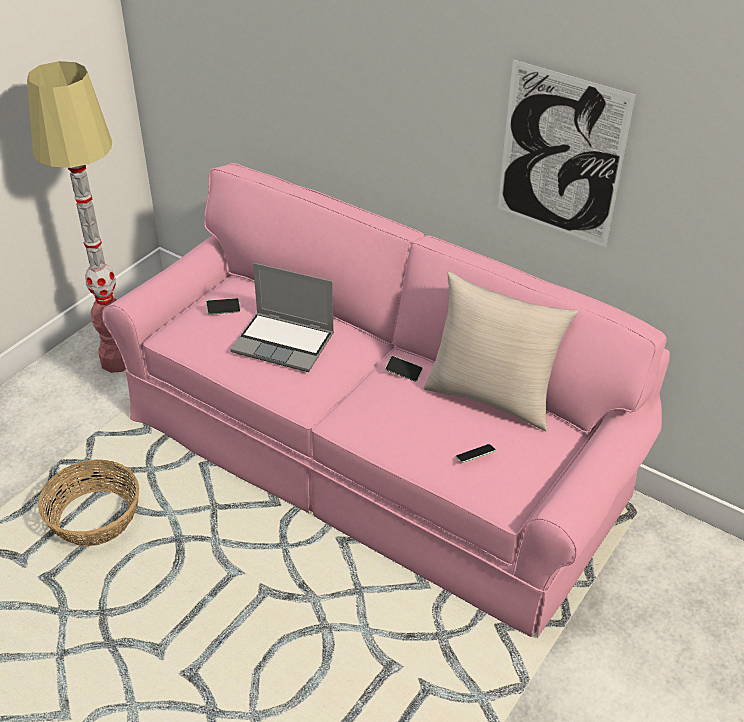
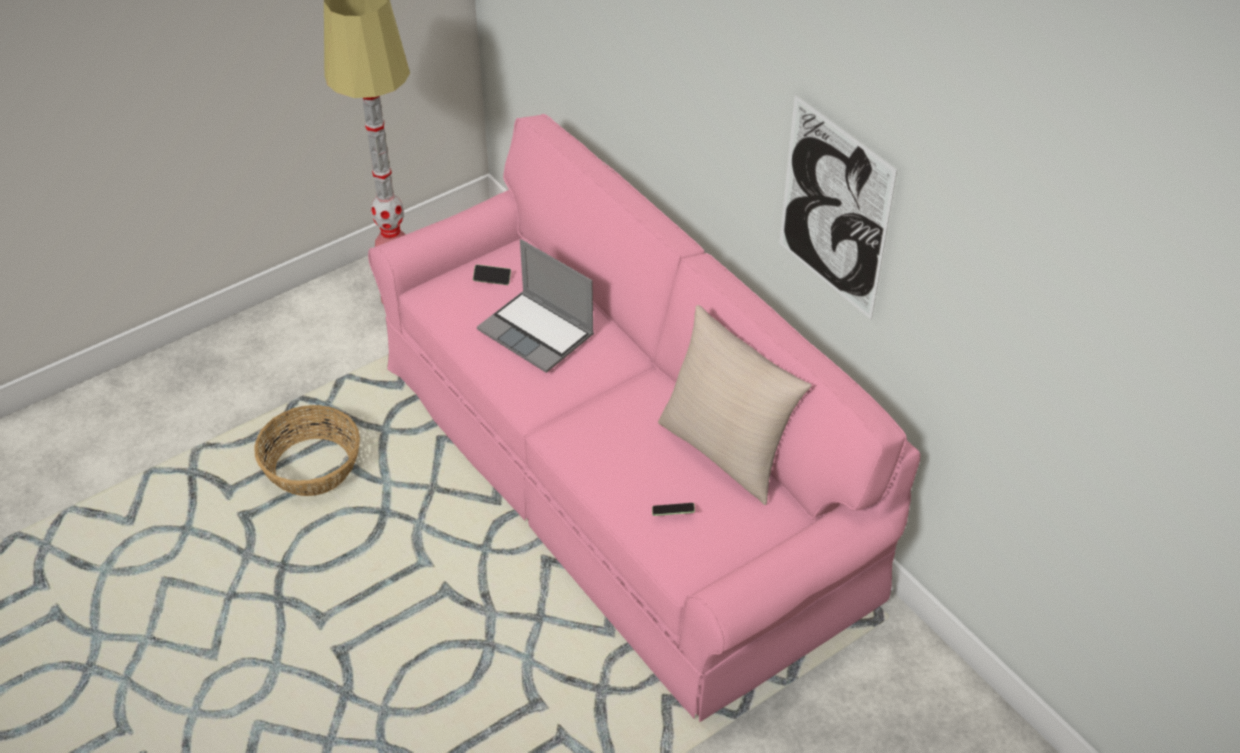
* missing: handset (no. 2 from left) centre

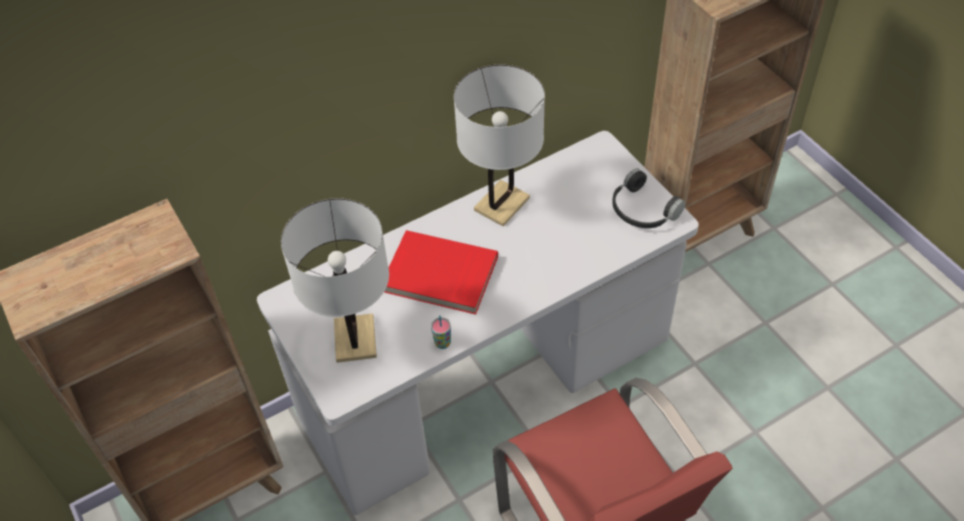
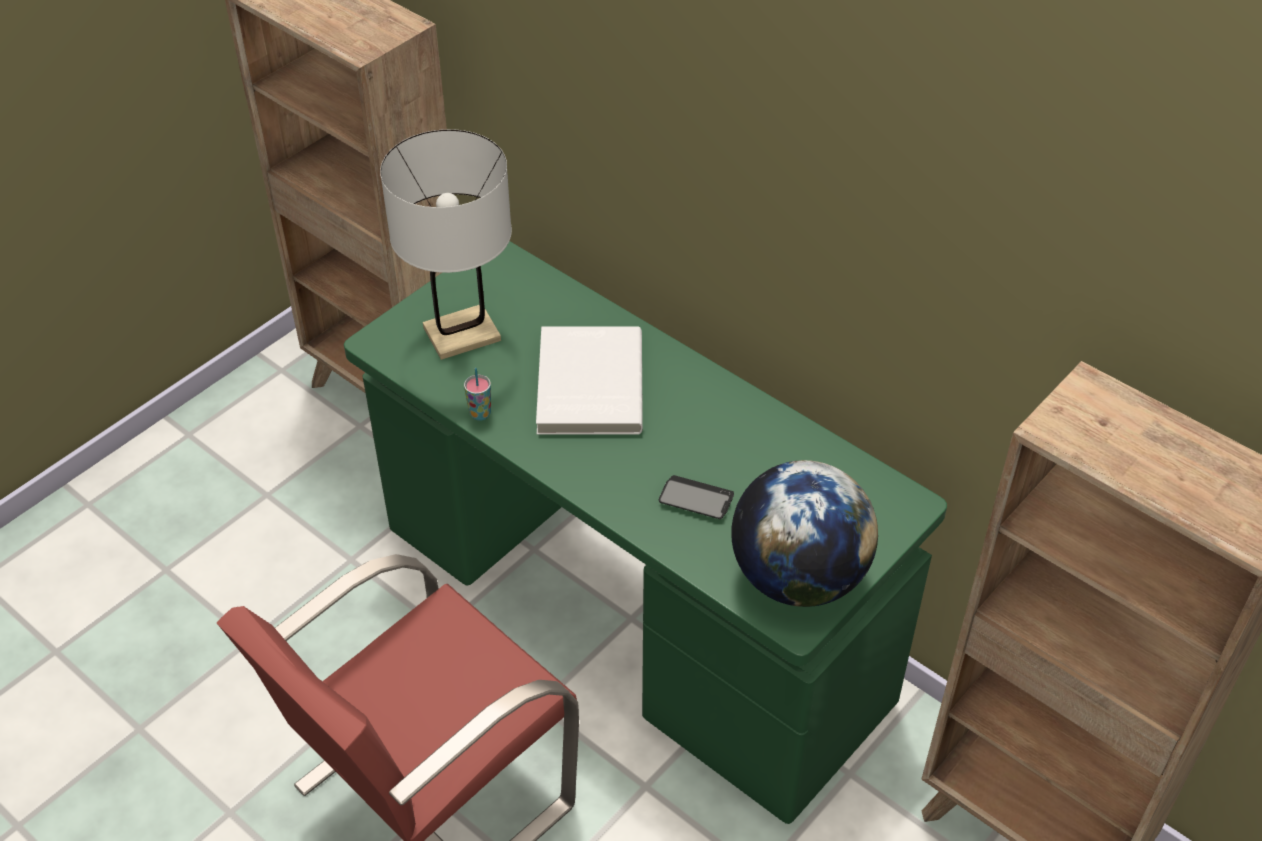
* missing: whitish tabletop lamp (no. 2 from left) top centre
* appeared: handset centre
* exchanged: black-coloured headphones middle right to world globe centre
* colour: whitish desk centre to green-coloured desk centre
* colour: reddish volume centre to whitish volume centre

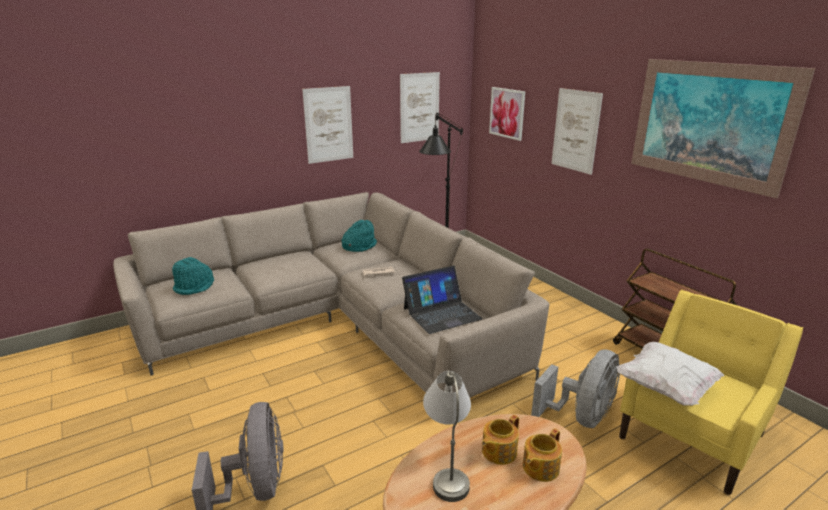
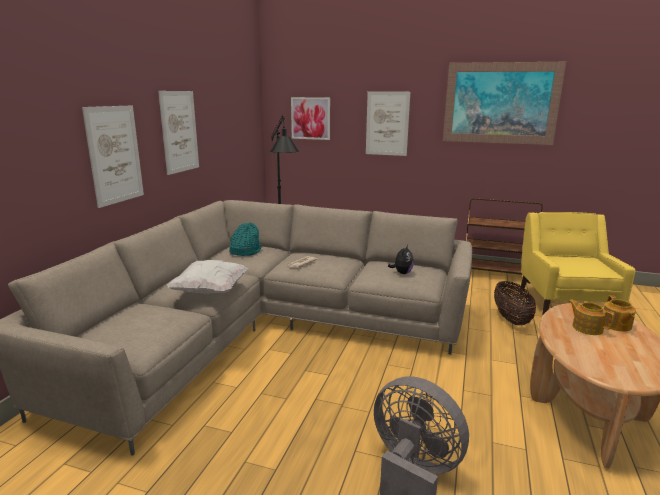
* missing: turquoise-coloured hat (no. 1 from left) middle left
* missing: grey tabletop lamp bottom centre
* relocated: picture (no. 2 from left in the first image) top centre to picture (no. 1 from left) top left
* relocated: whitish throw pillow bottom right to middle left
* exchanged: portable computer centre to plush toy centre
* exchanged: grey electric fan (no. 2 from left) bottom right to basket middle right
* spun: tea pot (no. 1 from left) bottom centre = middle right 135 degrees clockwise

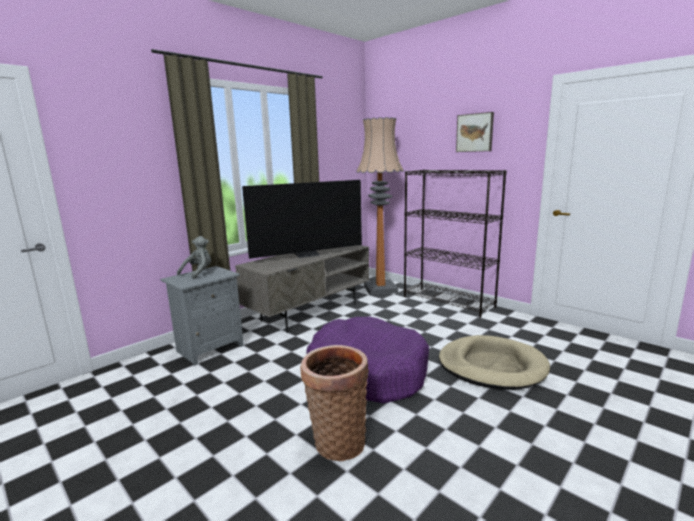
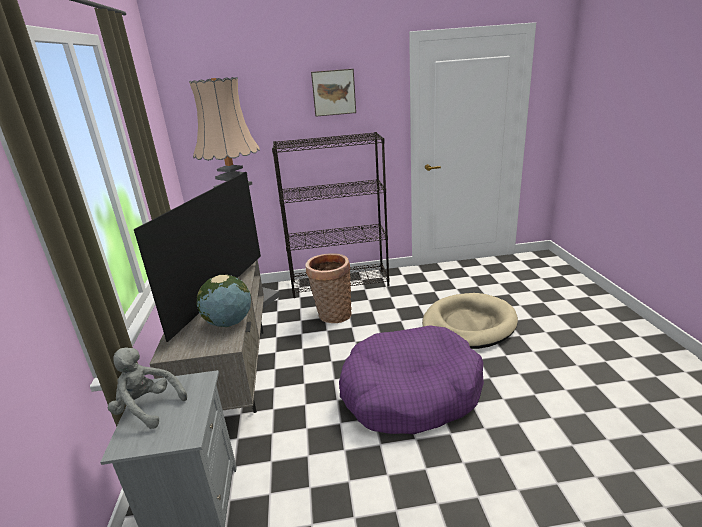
* appeared: world globe middle left
* relocated: basket bottom centre to centre
* spun: grey plush toy middle left = bottom left 45 degrees counterclockwise

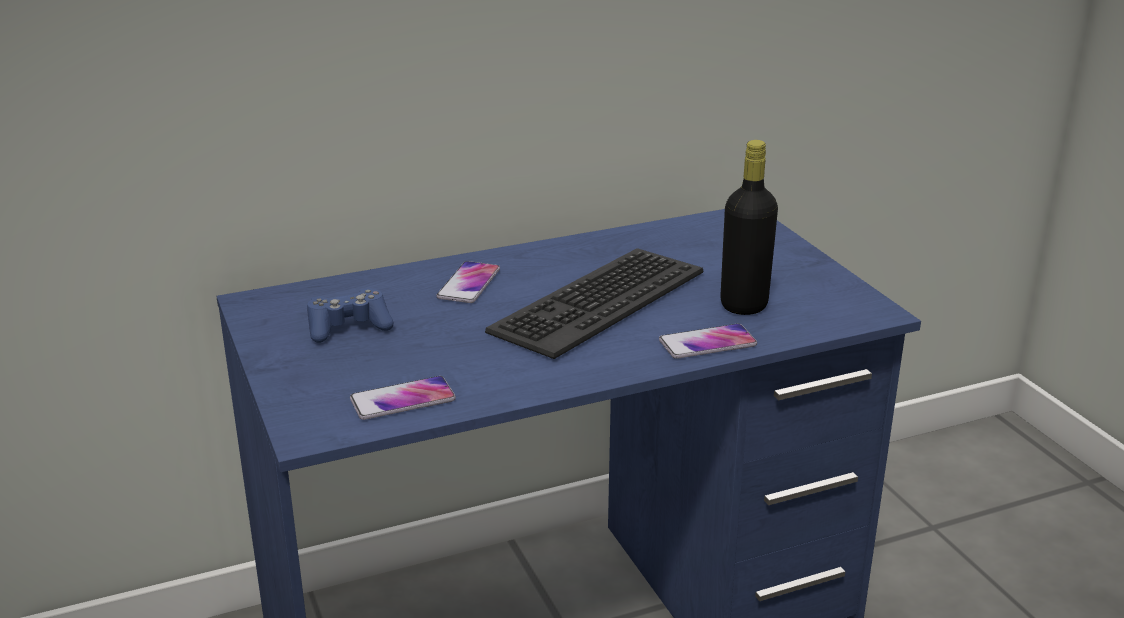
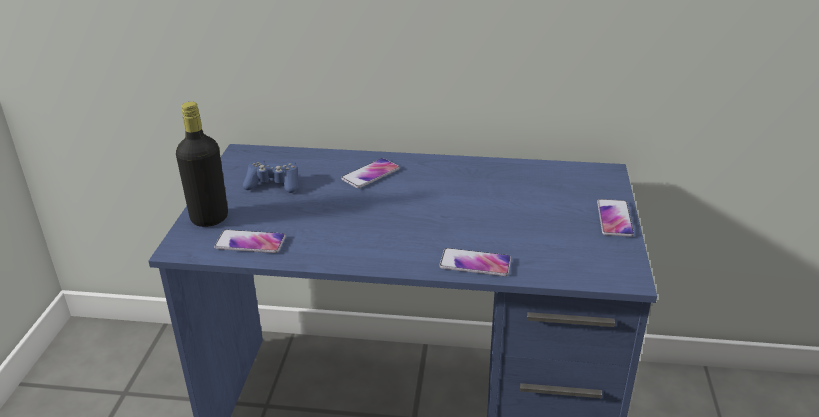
* missing: keyboard centre
* appeared: handset (no. 4 from left) middle right
* relocated: black-coloured drink bottle centre to middle left

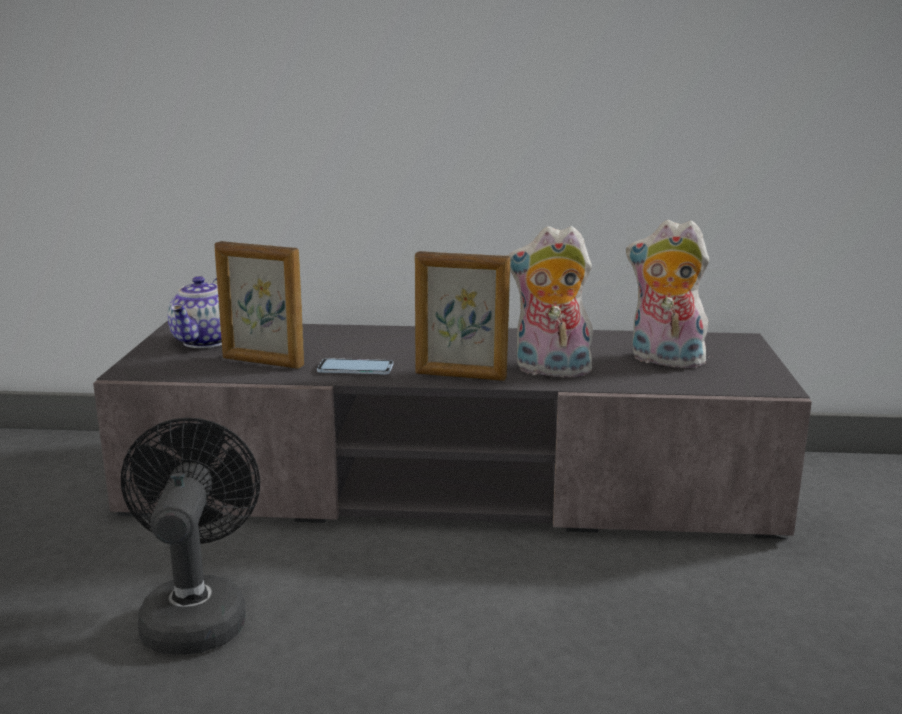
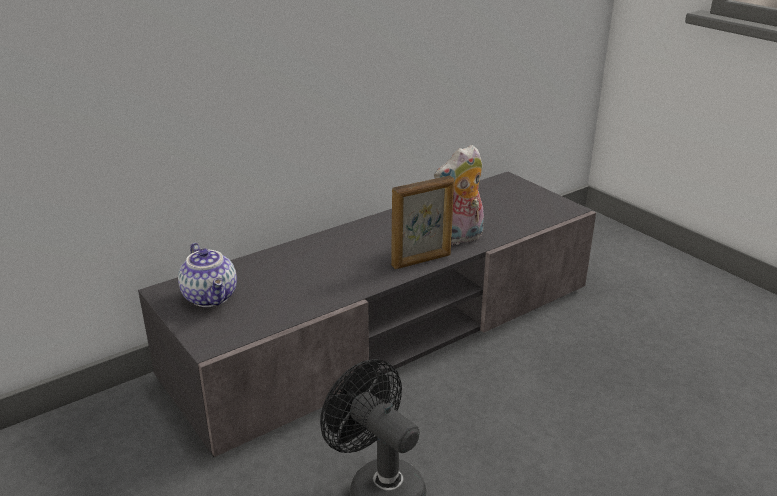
* missing: photo frame (no. 1 from left) middle left
* missing: handset centre
* missing: plush toy (no. 2 from left) middle right

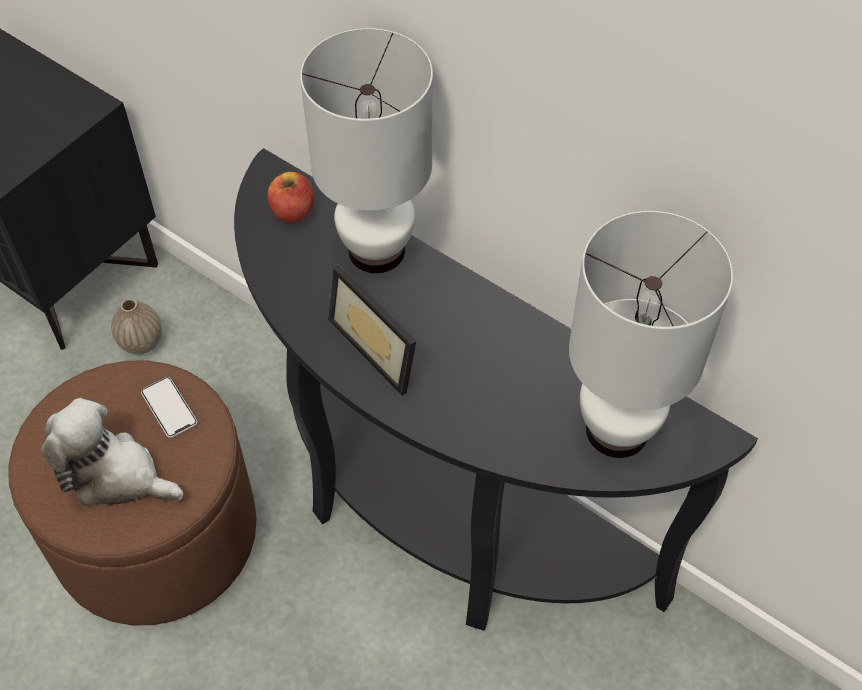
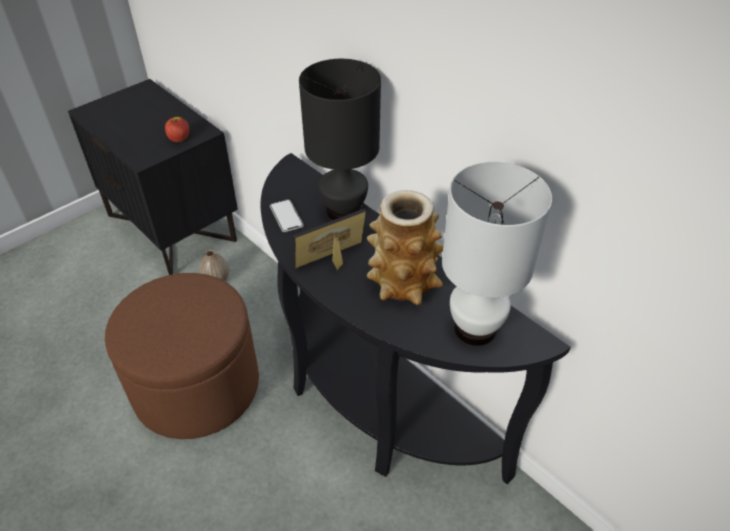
* missing: plush toy middle left
* appeared: flower vase (no. 2 from left) centre
* relocated: handset middle left to centre
* relocated: apple top centre to top left
* colour: whitish tabletop lamp (no. 1 from left) top centre to black-coloured tabletop lamp top centre
* spun: photo frame centre = centre 90 degrees clockwise

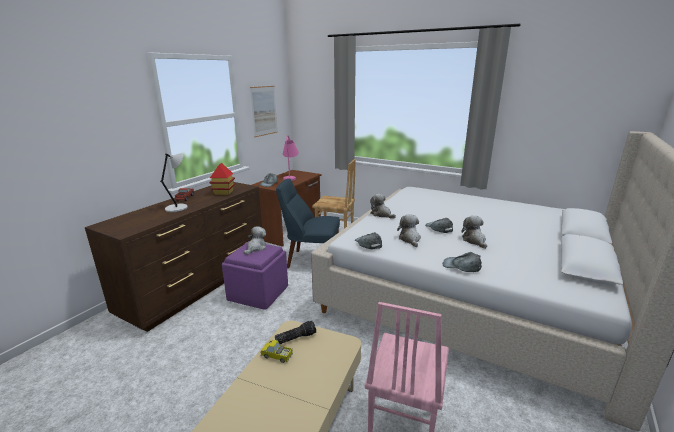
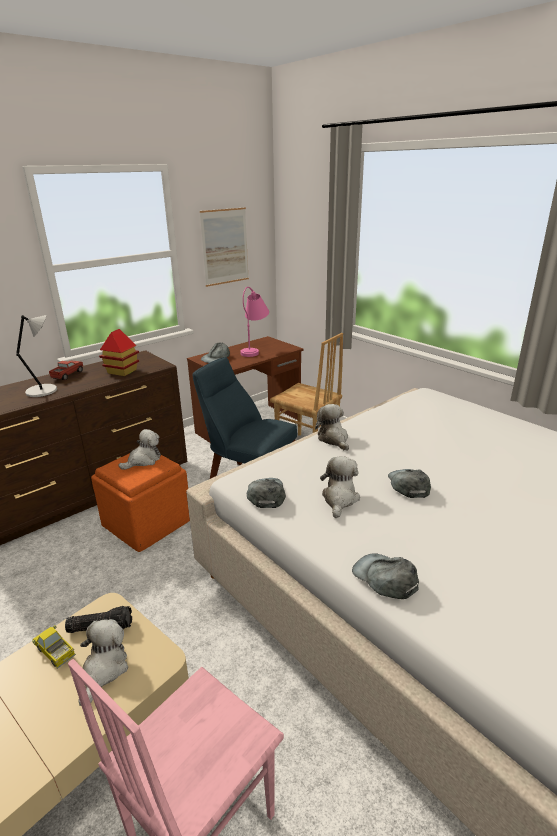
* relocated: plush toy (no. 4 from left in the first image) middle right to plush toy (no. 1 from left) bottom left
* colour: purple footrest centre to orange footrest middle left

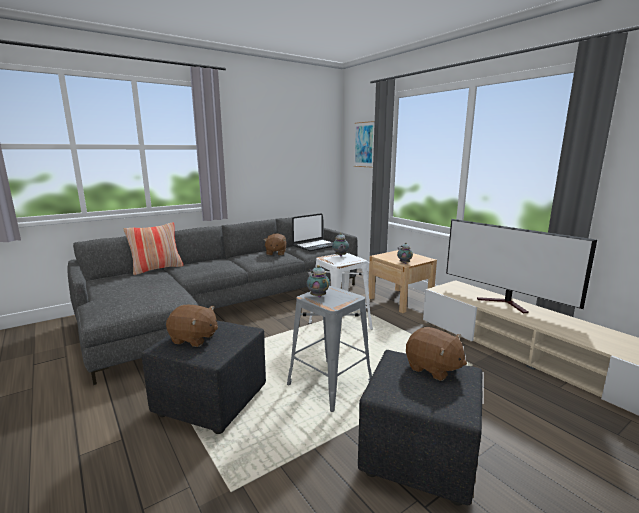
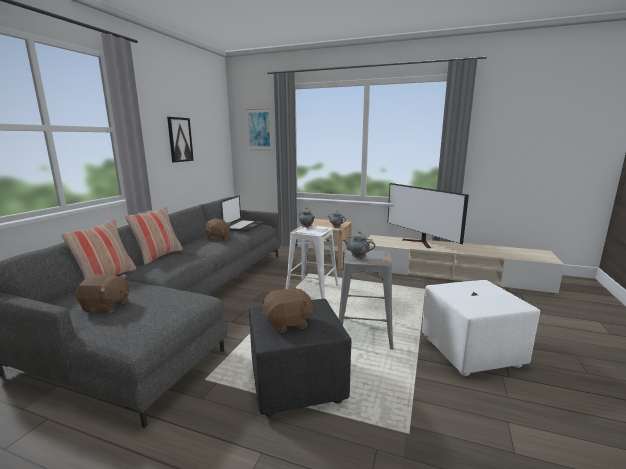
* appeared: throw pillow (no. 2 from left) middle left
* appeared: picture (no. 1 from left) top left
* relocated: brownish plush toy (no. 3 from left in the first image) bottom right to brownish plush toy (no. 1 from left) middle left
* colour: black-coloured footrest (no. 2 from left) bottom centre to whitish footrest bottom right
* spun: television middle right = middle right 45 degrees clockwise

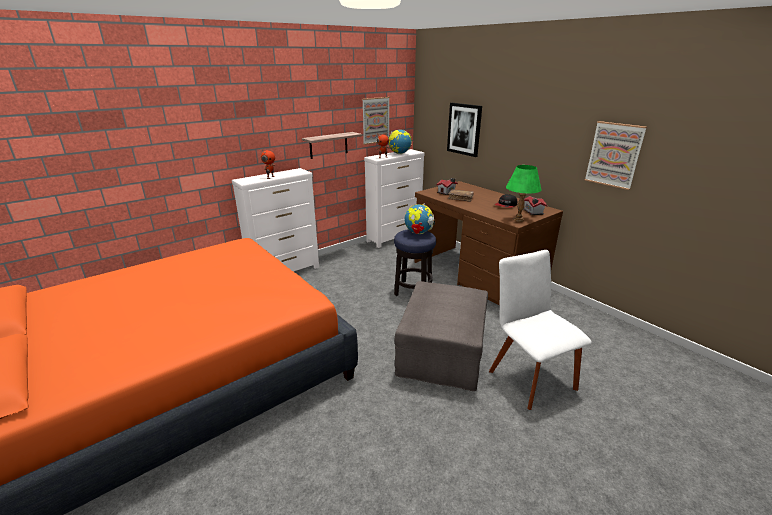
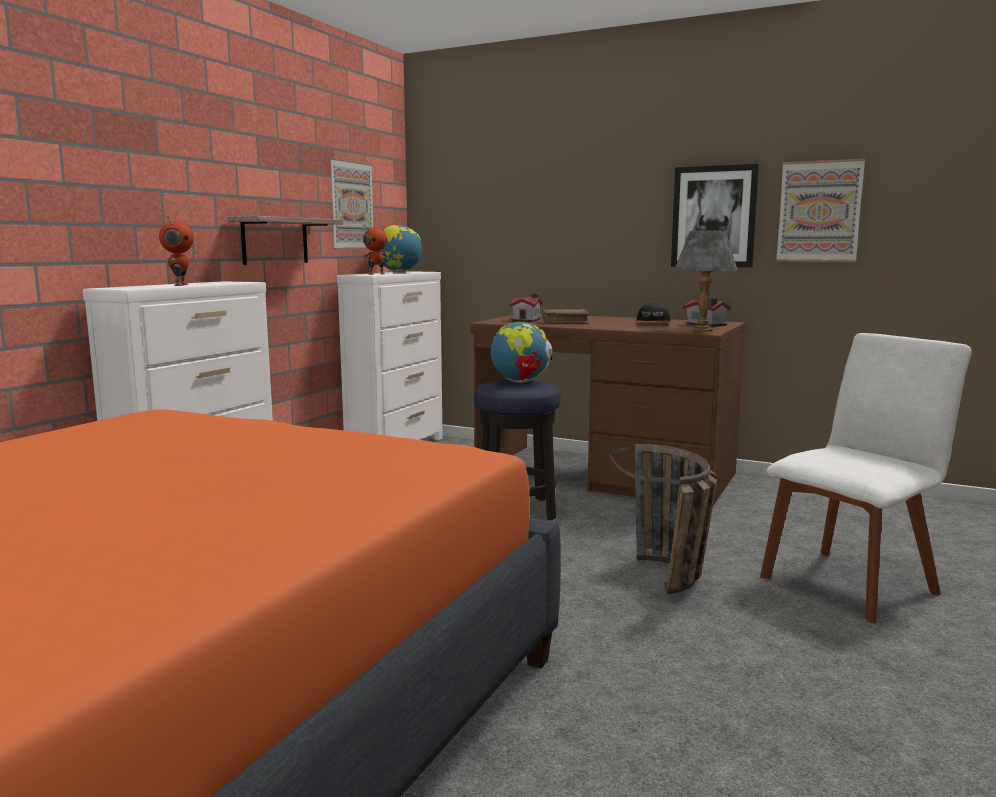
* relocated: picture (no. 2 from left) top centre to top right
* exchanged: grey footrest centre to basket centre
* colour: green-coloured tabletop lamp middle right to grey tabletop lamp middle right
* spun: whitish upright chair middle right = middle right 105 degrees clockwise

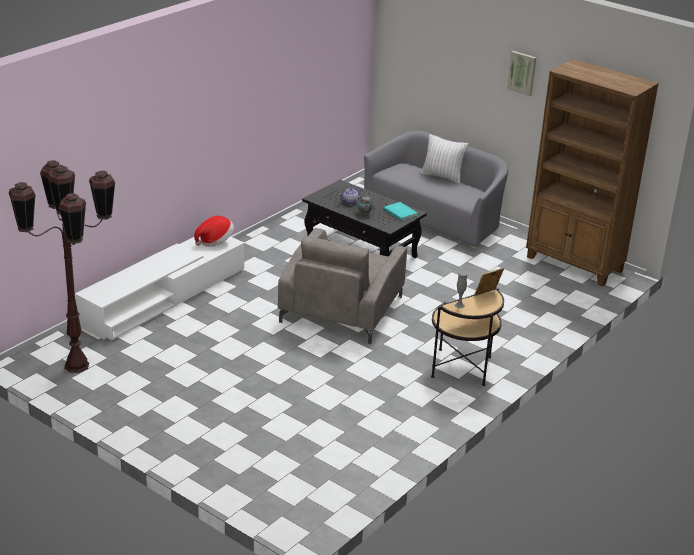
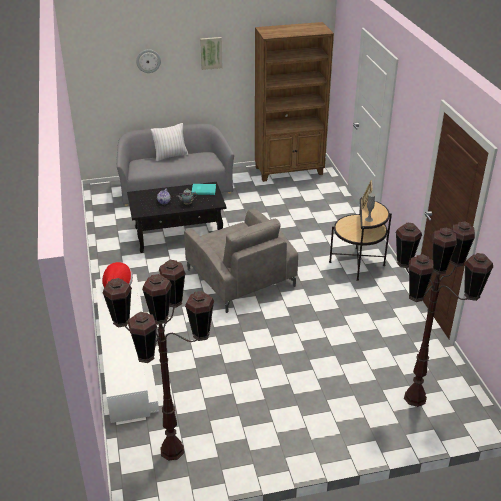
* appeared: wall clock top left
* appeared: brownish standard lamp (no. 2 from left) middle right

